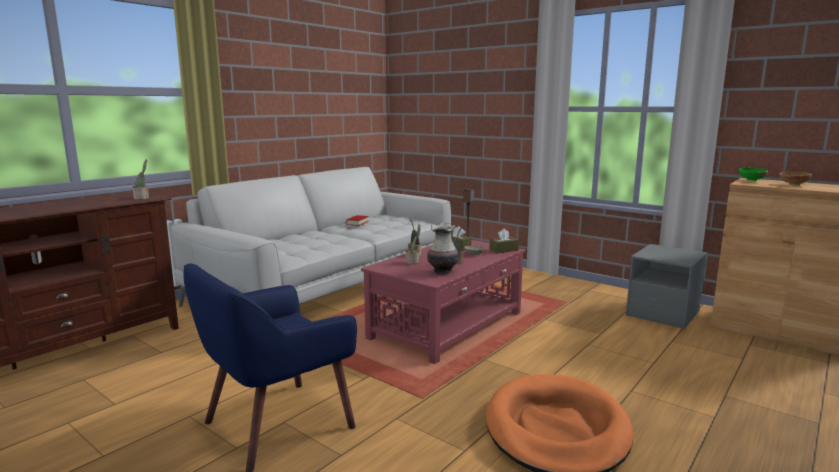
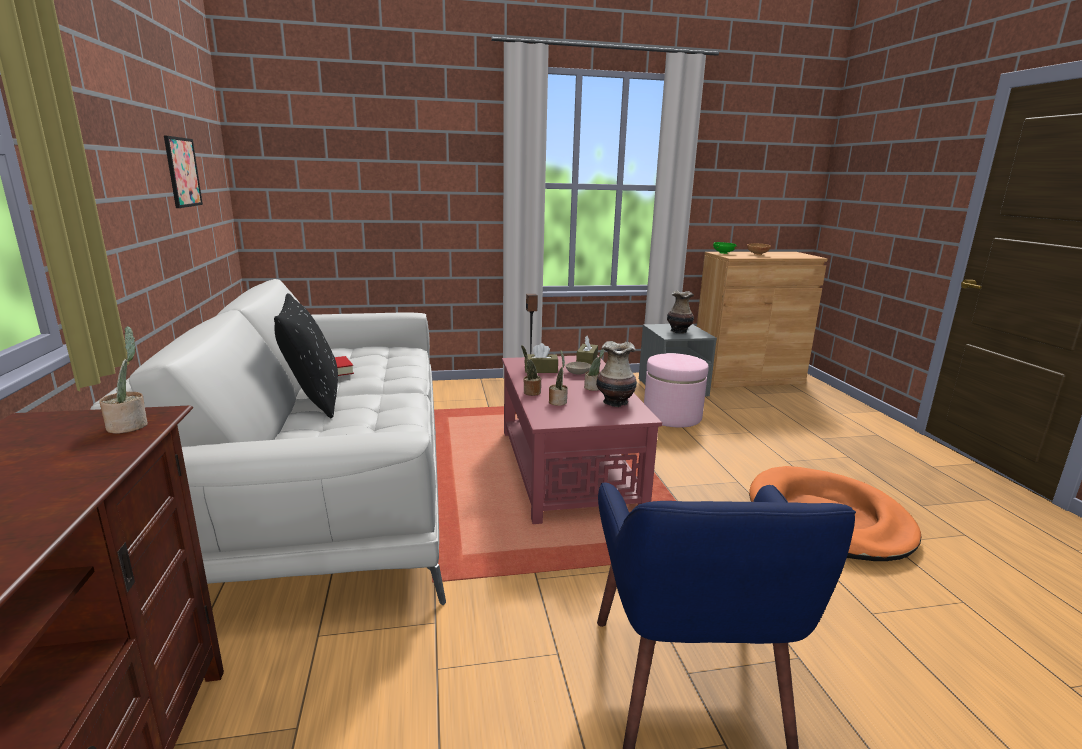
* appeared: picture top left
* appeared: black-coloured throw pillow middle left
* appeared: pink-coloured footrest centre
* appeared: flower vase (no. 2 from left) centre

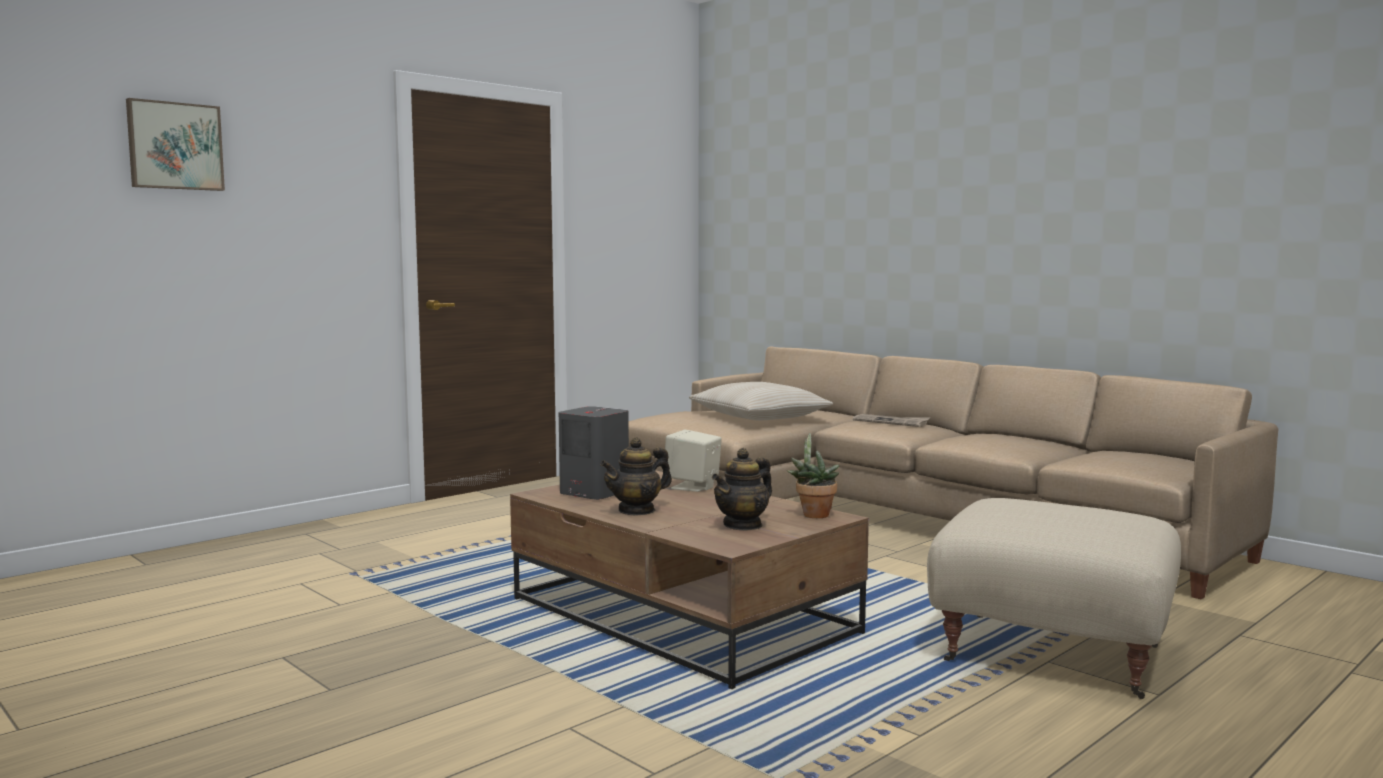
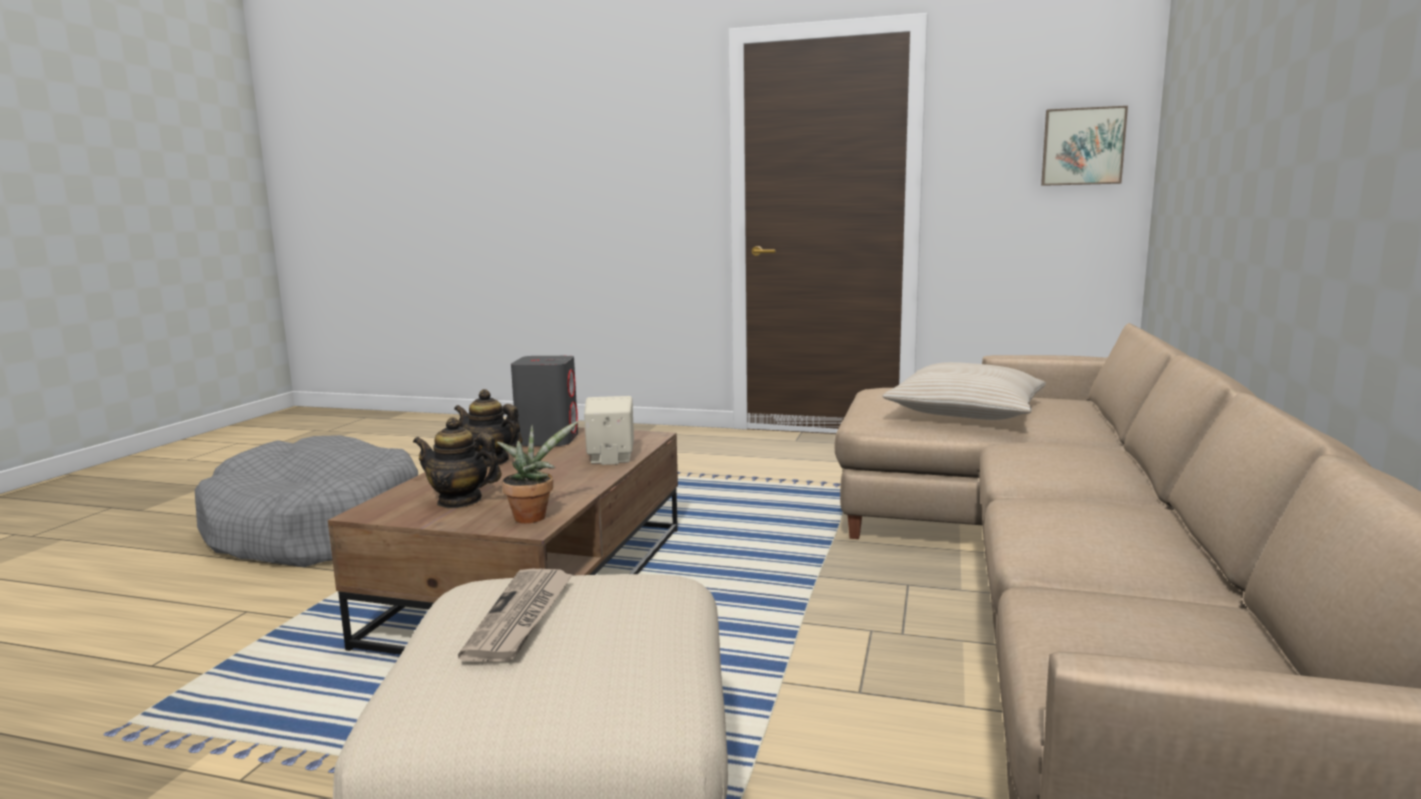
* appeared: grey dog bed middle left
* relocated: picture top left to top right
* relocated: newspaper centre to bottom centre

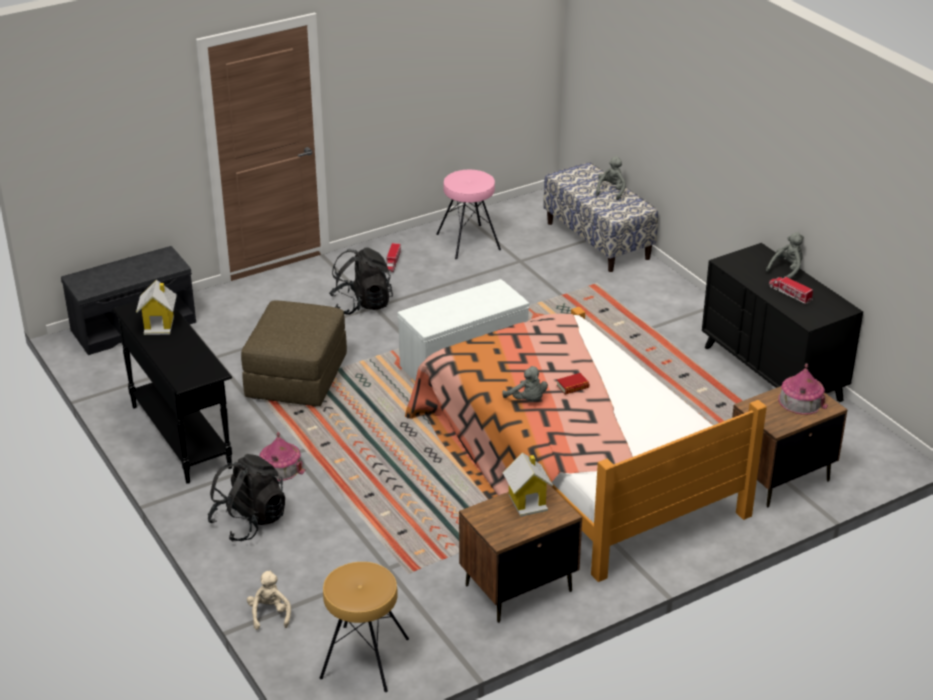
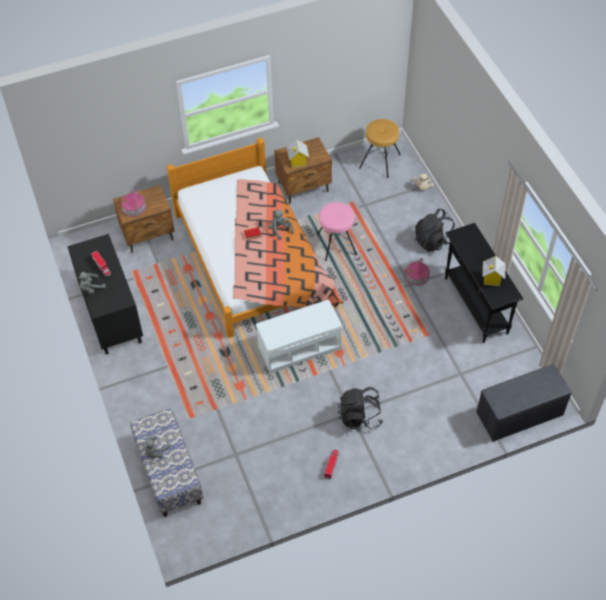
* missing: brownish footrest middle left
* relocated: pink-coloured sitting stool top centre to centre

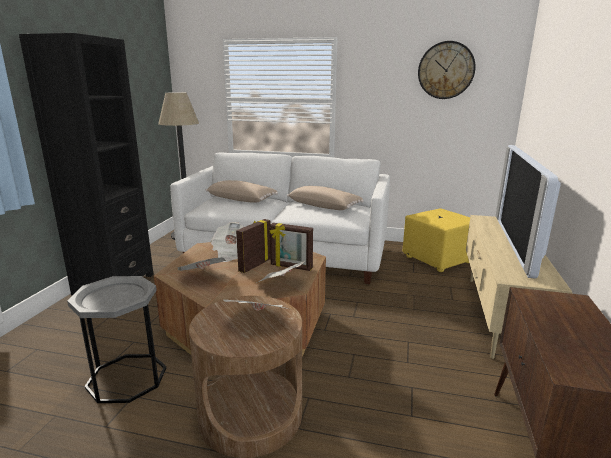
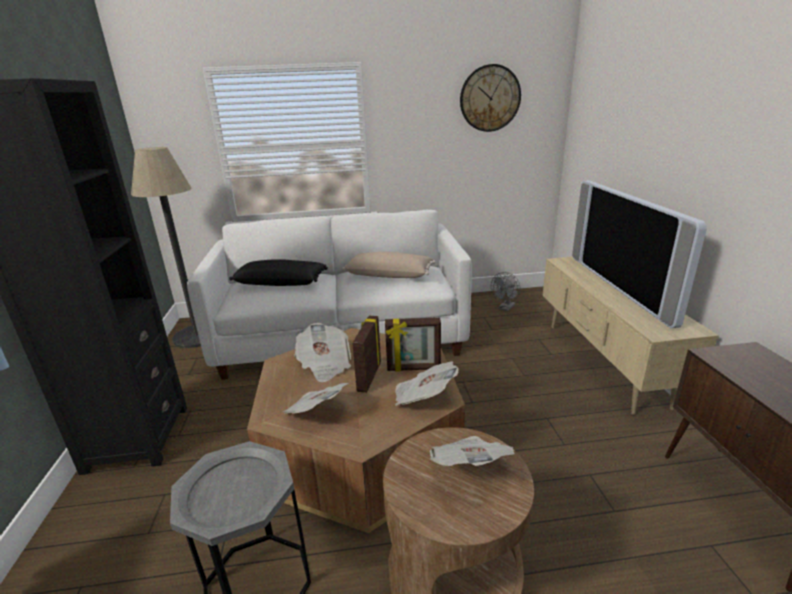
* exchanged: yellow-coloured footrest middle right to grey electric fan centre
* colour: beige throw pillow (no. 1 from left) centre to black-coloured throw pillow centre

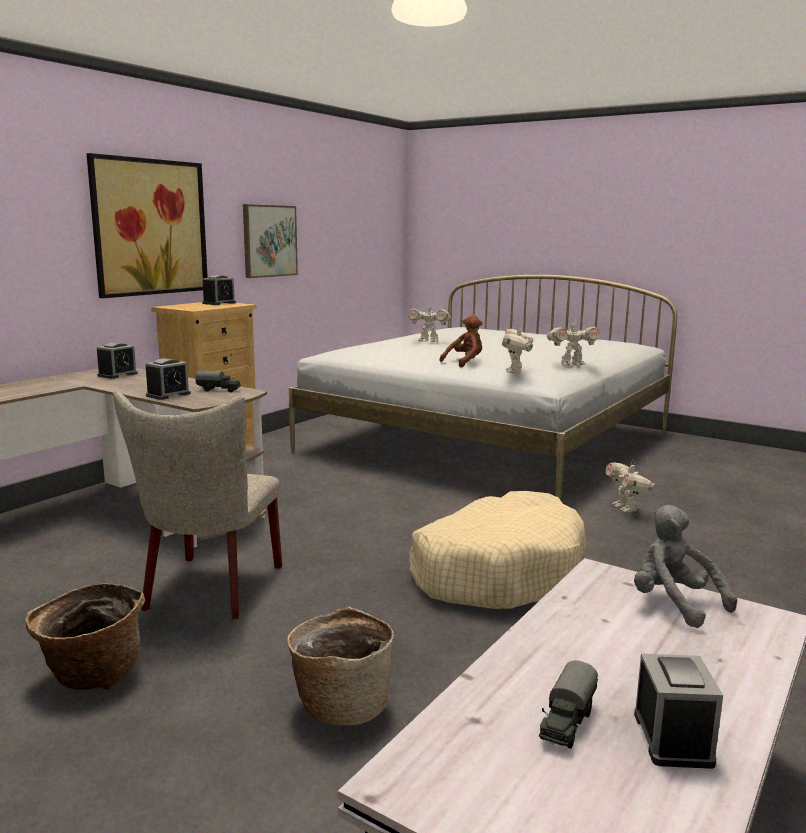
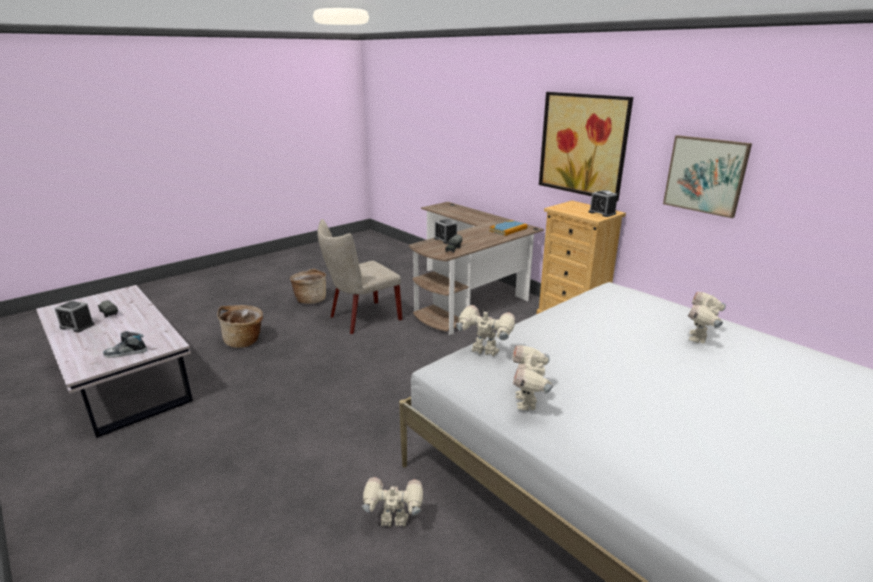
* missing: beige dog bed centre
* missing: brownish plush toy centre
* exchanged: alarm clock (no. 1 from left) middle left to volume centre
* exchanged: grey plush toy bottom right to low shoe middle left
* spun: beige upright chair middle left = centre 60 degrees counterclockwise

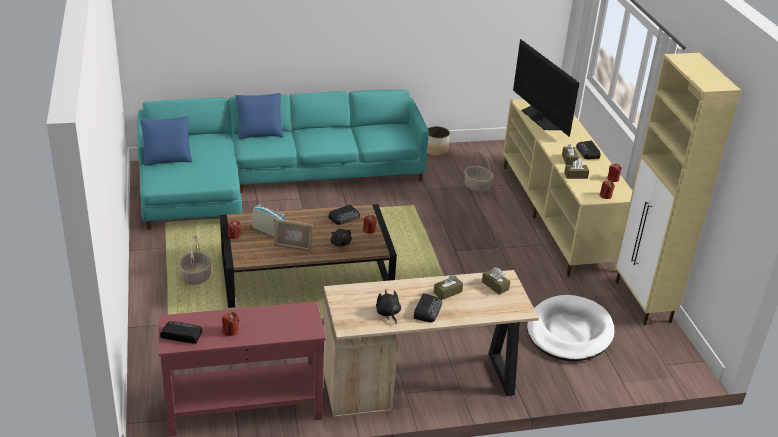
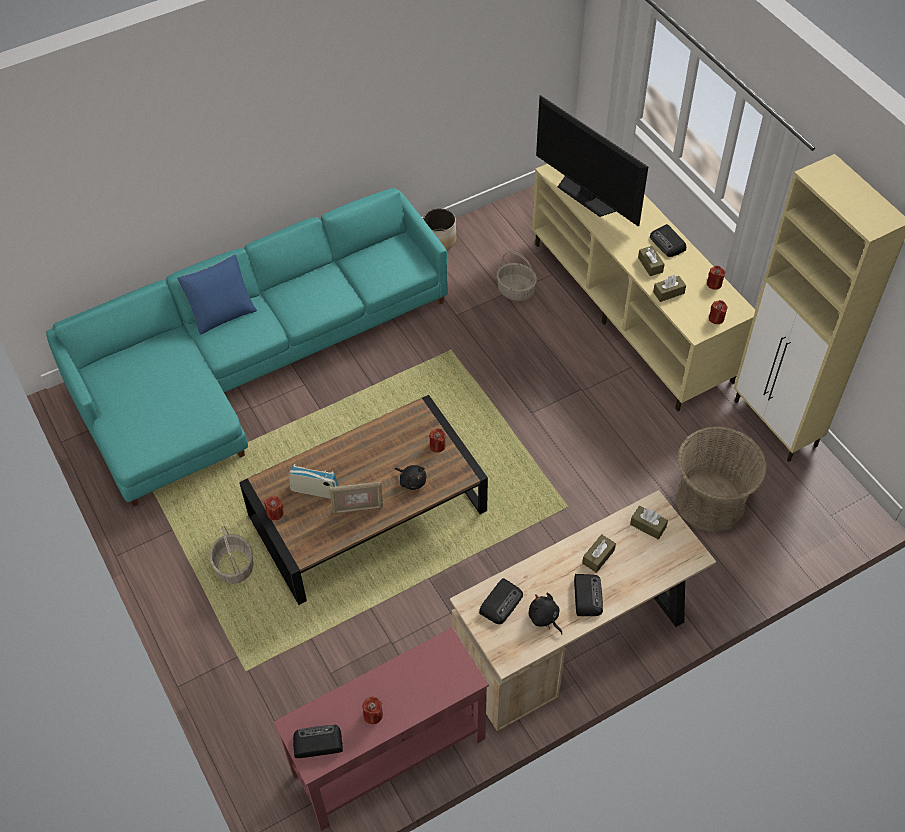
* missing: blue throw pillow (no. 1 from left) top left
* relocated: radio receiver (no. 3 from left) centre to bottom centre
* exchanged: whitish dog bed bottom right to basket (no. 3 from left) middle right

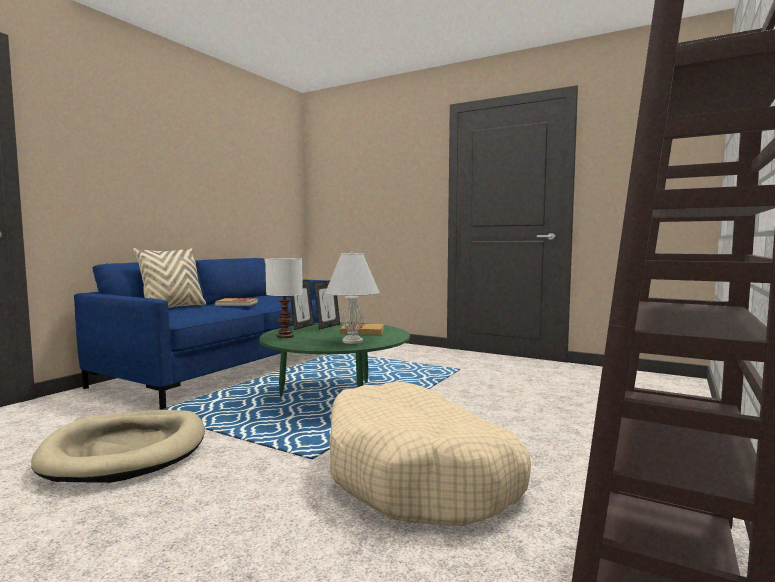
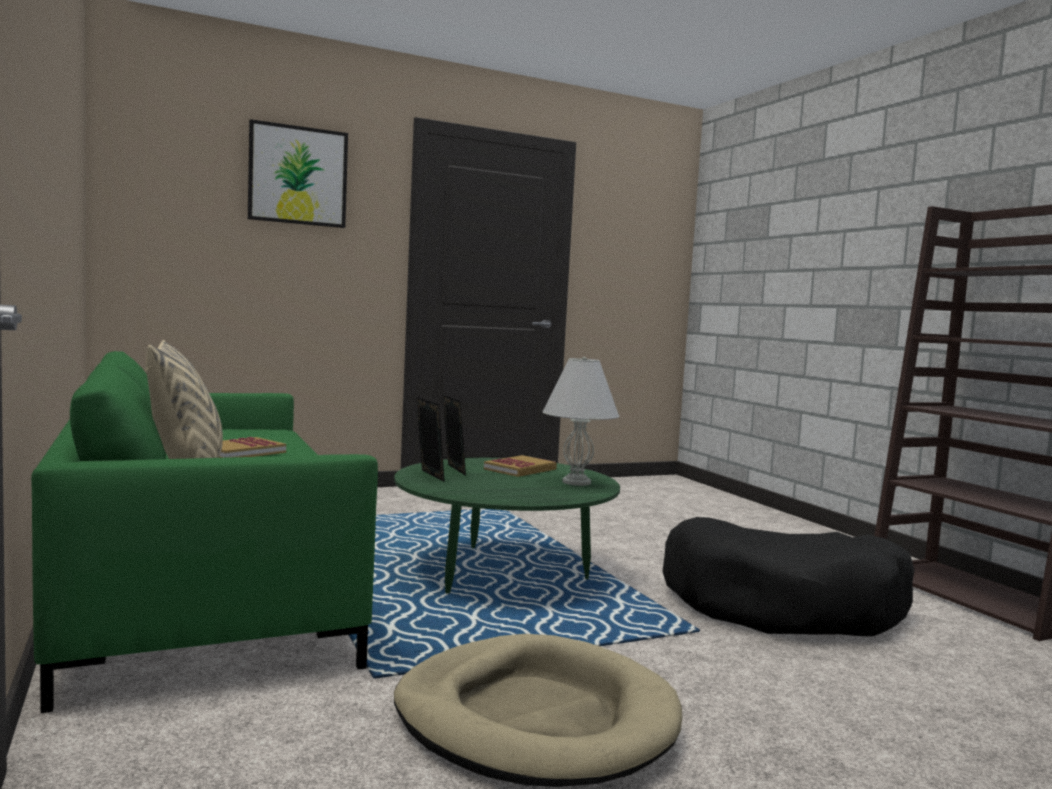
* missing: whitish tabletop lamp (no. 1 from left) centre
* appeared: picture top left
* colour: blue couch middle left to green-coloured couch bottom left
* colour: beige dog bed (no. 2 from left) bottom centre to black-coloured dog bed bottom right

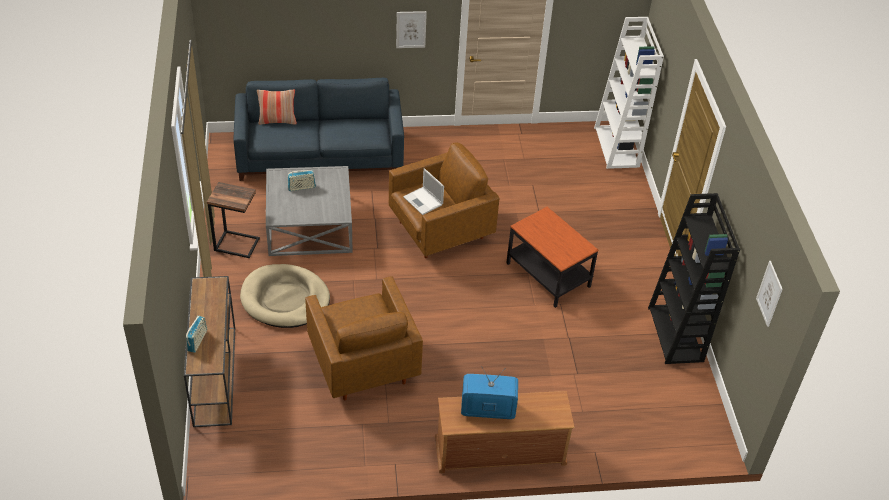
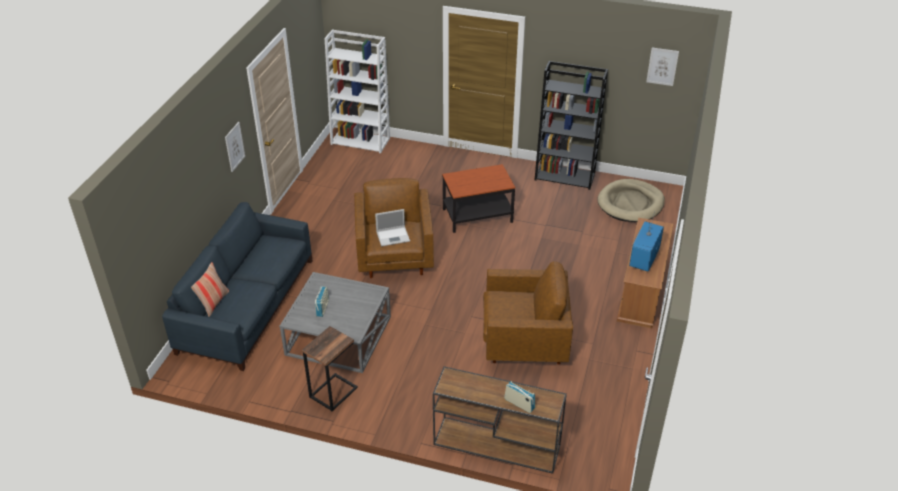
* relocated: beige dog bed middle left to middle right

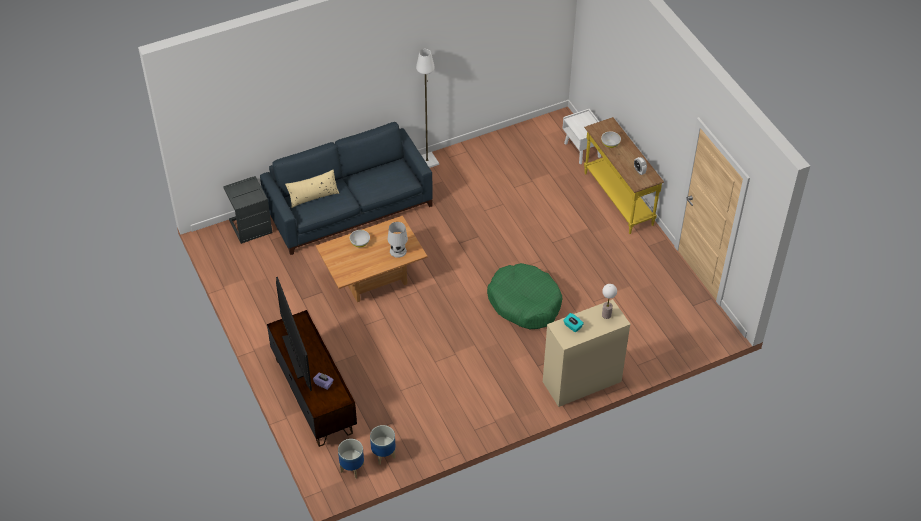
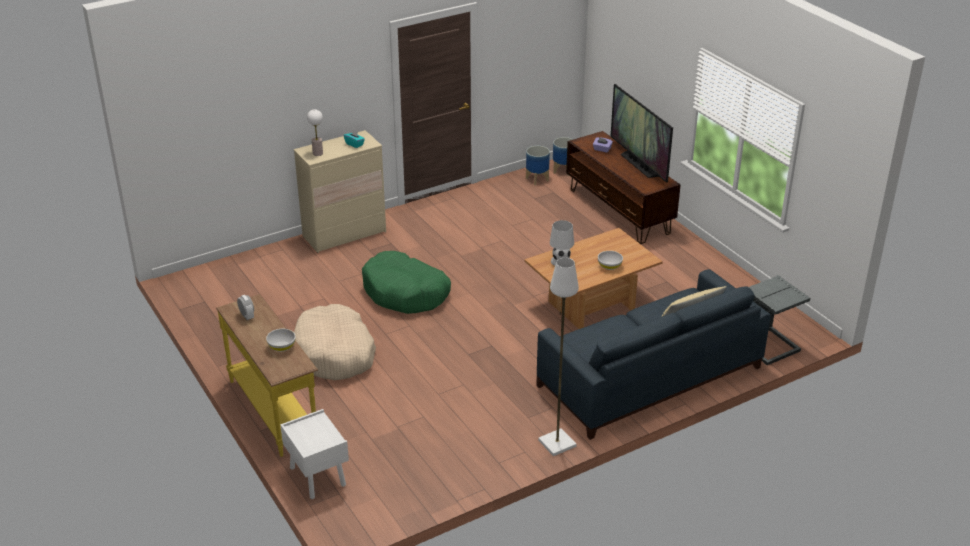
* appeared: beige dog bed centre

